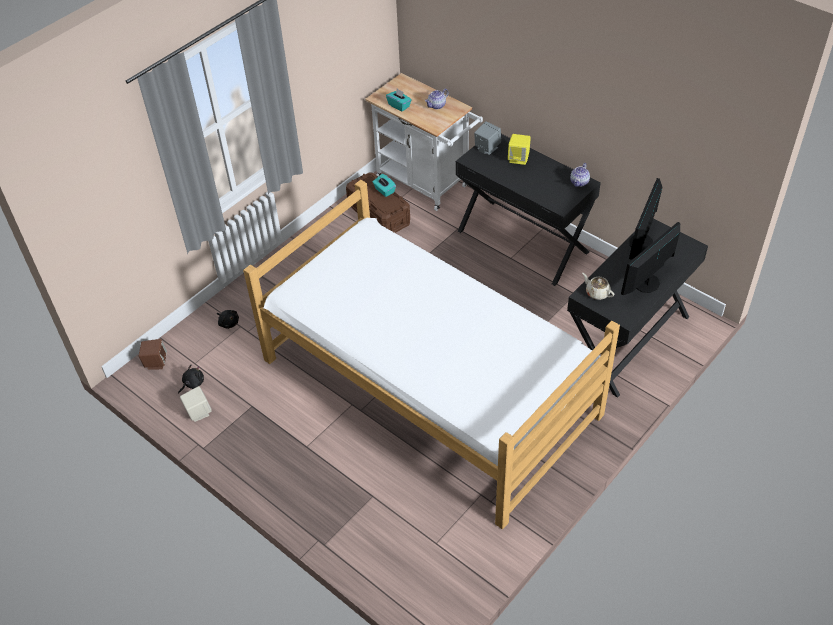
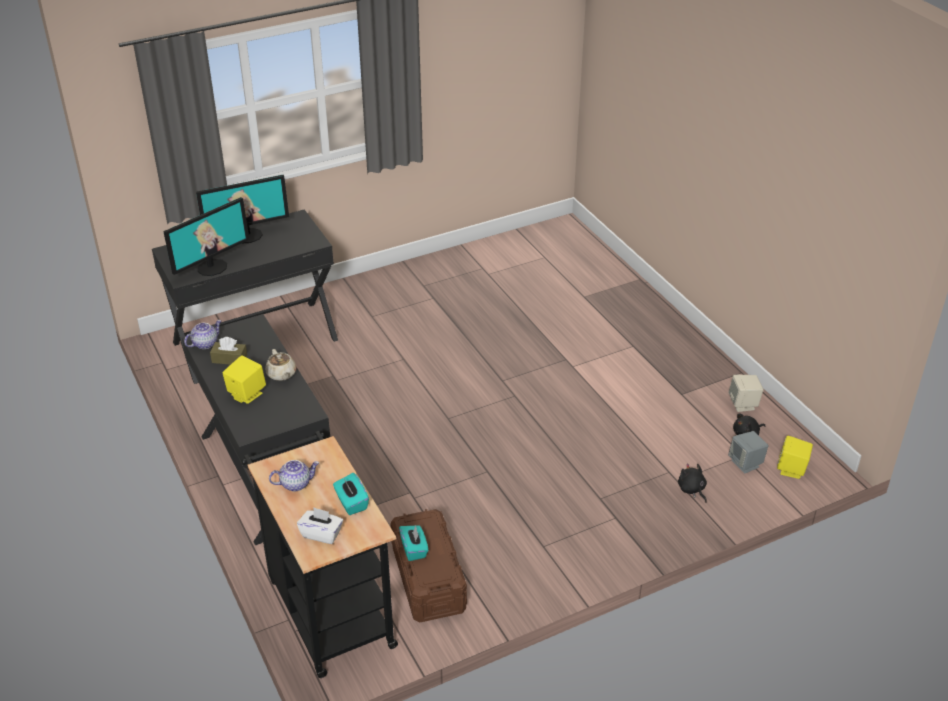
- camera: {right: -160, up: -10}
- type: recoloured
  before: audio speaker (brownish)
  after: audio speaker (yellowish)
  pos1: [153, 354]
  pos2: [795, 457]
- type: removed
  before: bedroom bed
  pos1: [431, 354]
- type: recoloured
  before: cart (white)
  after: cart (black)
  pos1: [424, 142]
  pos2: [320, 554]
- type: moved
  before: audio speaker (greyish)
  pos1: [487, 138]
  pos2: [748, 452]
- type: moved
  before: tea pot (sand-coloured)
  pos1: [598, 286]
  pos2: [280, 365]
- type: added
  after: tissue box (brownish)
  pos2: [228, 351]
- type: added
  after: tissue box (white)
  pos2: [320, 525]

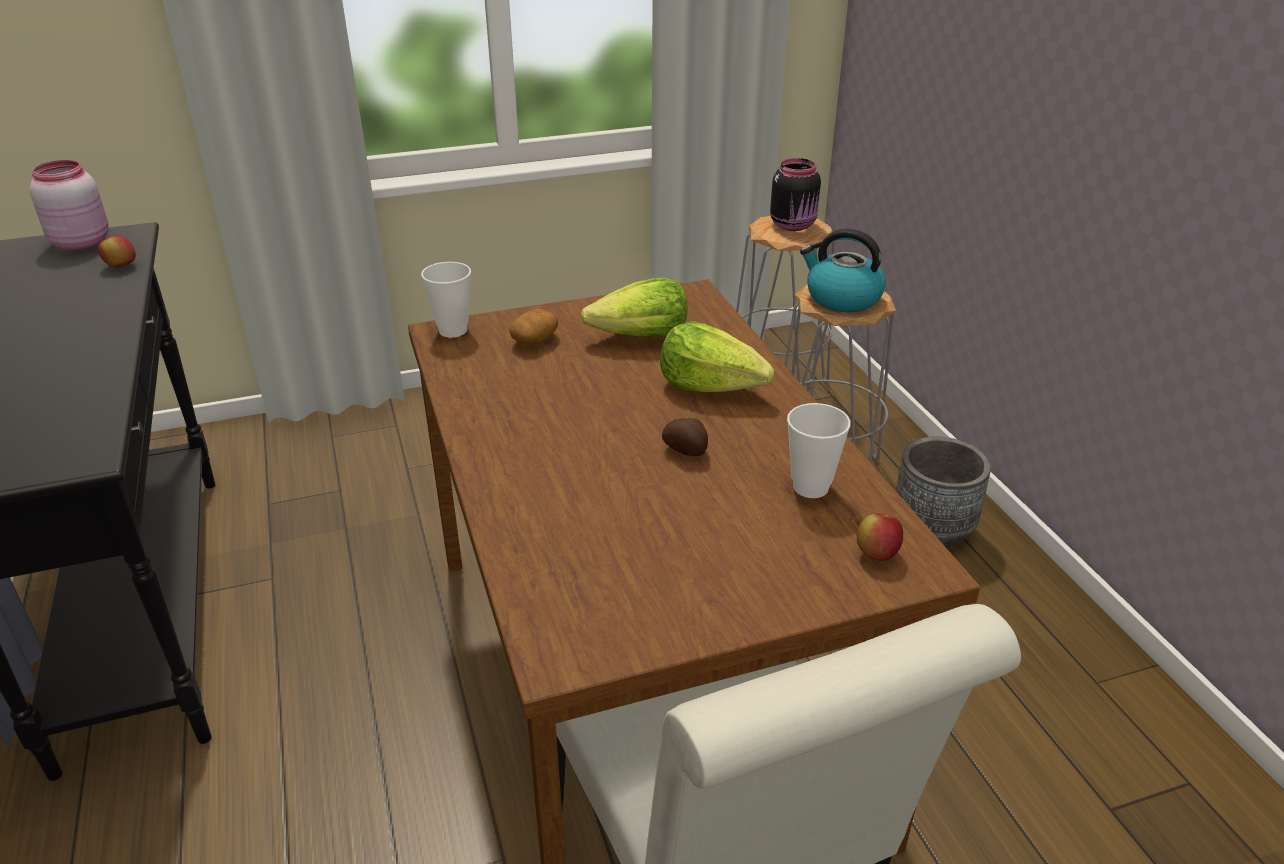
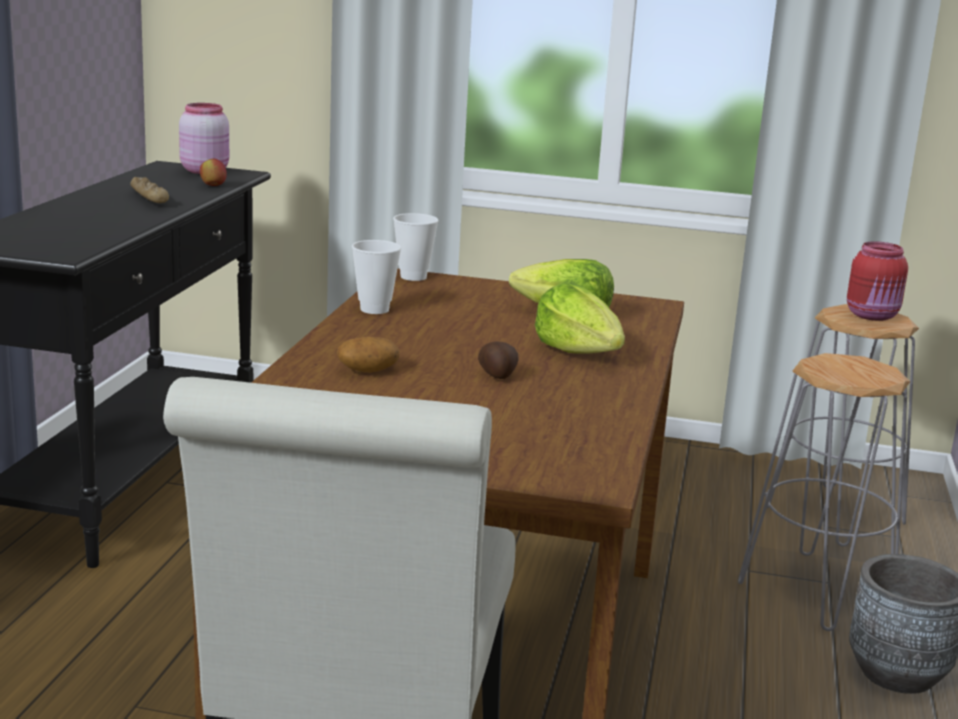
- camera: {right: 30, up: -15}
- type: moved
  before: spud
  pos1: [533, 326]
  pos2: [368, 355]
- type: recoloured
  before: jar (black)
  after: jar (reddish)
  pos1: [795, 194]
  pos2: [877, 281]
- type: moved
  before: cup
  pos1: [819, 450]
  pos2: [376, 277]
- type: removed
  before: tea kettle
  pos1: [843, 270]
- type: removed
  before: apple fruit
  pos1: [880, 537]
- type: added
  after: bread
  pos2: [149, 190]

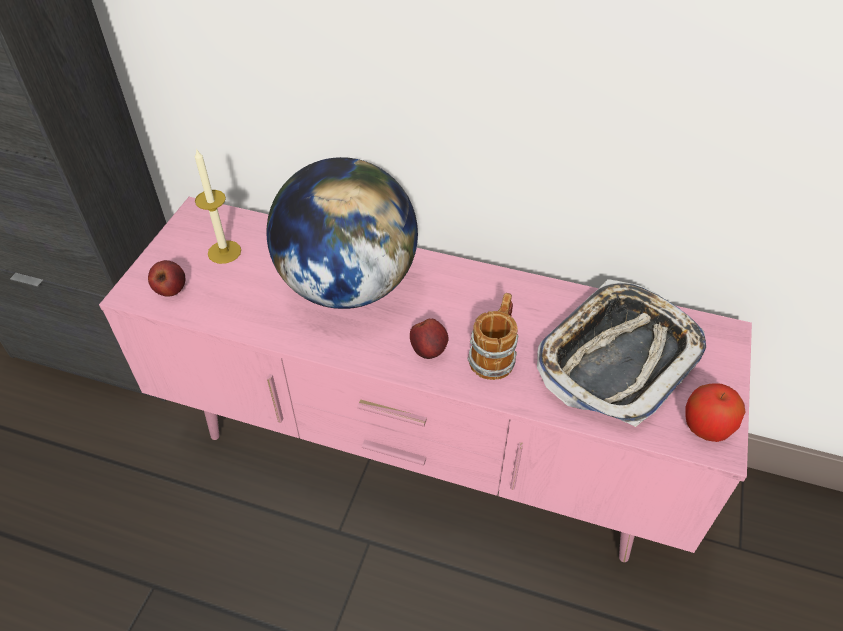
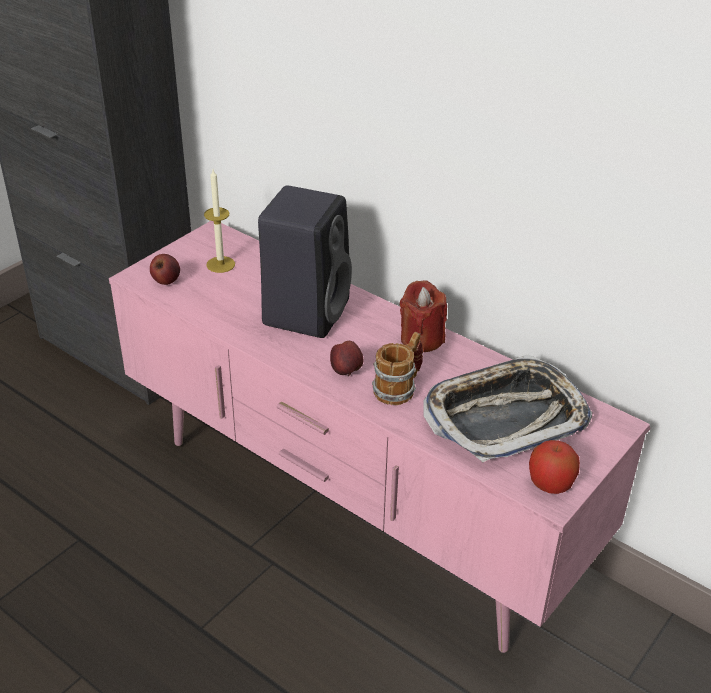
- camera: {right: 20, up: -10}
- type: replaced
  before: world globe
  after: audio speaker (black)
  pos1: [342, 233]
  pos2: [305, 261]
- type: added
  after: candle (reddish)
  pos2: [423, 316]

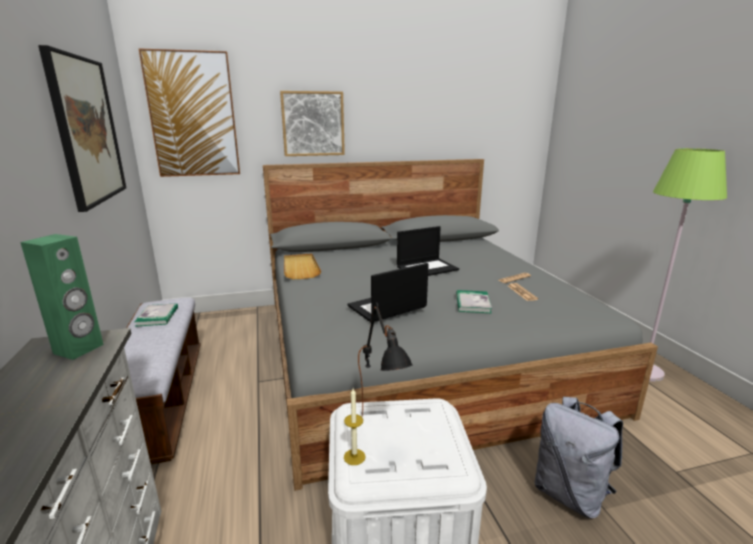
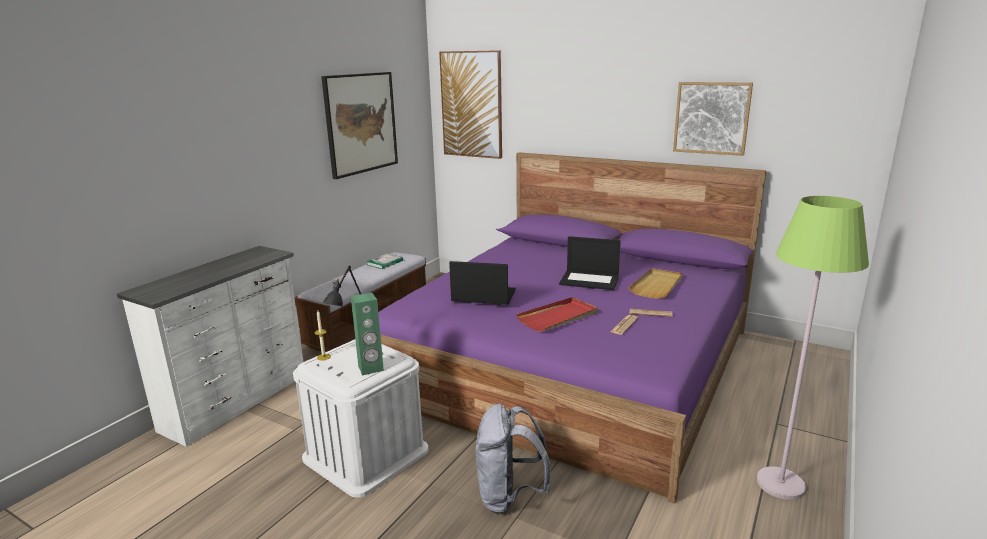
- camera: {right: 45, up: 0}
- type: moved
  before: audio speaker (greenish)
  pos1: [62, 297]
  pos2: [367, 334]
- type: recoloured
  before: bedroom bed (greyish)
  after: bedroom bed (purple-coloured)
  pos1: [460, 325]
  pos2: [572, 328]
- type: moved
  before: wall art
  pos1: [312, 123]
  pos2: [713, 119]
- type: moved
  before: serving tray (sand-coloured)
  pos1: [302, 266]
  pos2: [655, 283]
- type: replaced
  before: volume
  after: serving tray (reddish)
  pos1: [474, 301]
  pos2: [557, 314]

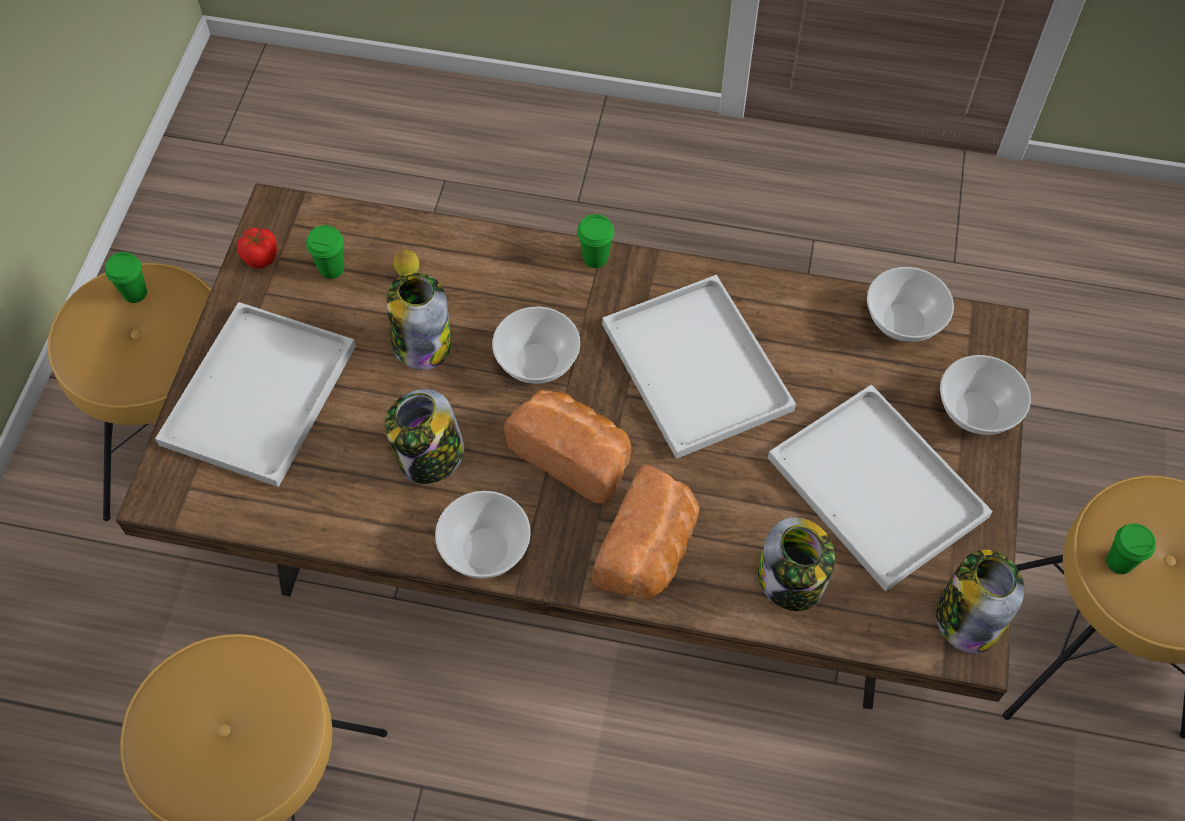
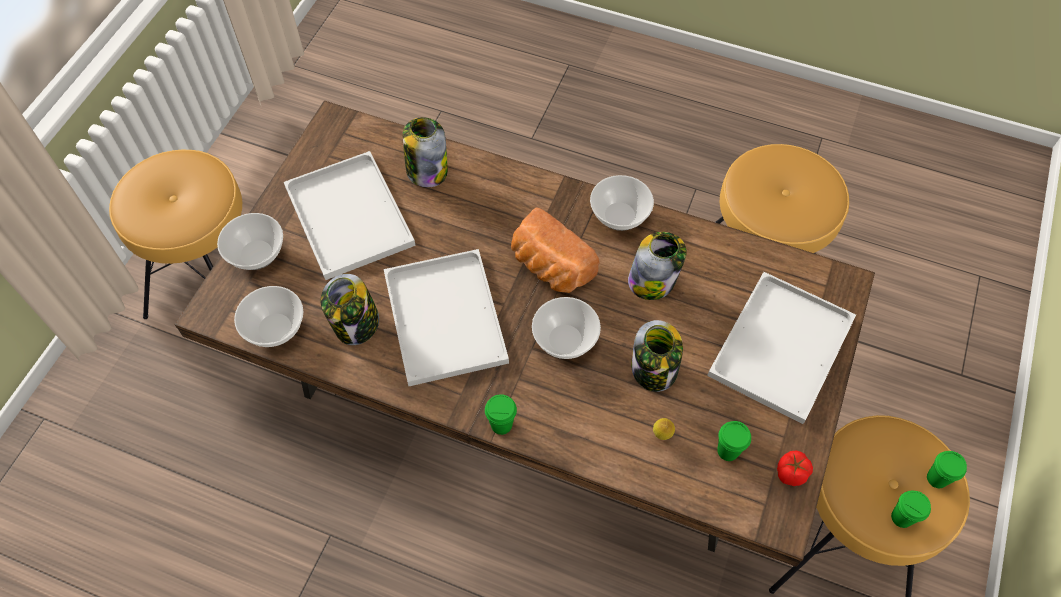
- camera: {right: -170, up: 0}
- type: removed
  before: bread
  pos1: [645, 531]
- type: moved
  before: jar
  pos1: [980, 602]
  pos2: [349, 309]
- type: moved
  before: cup (greenish)
  pos1: [1131, 548]
  pos2: [947, 469]

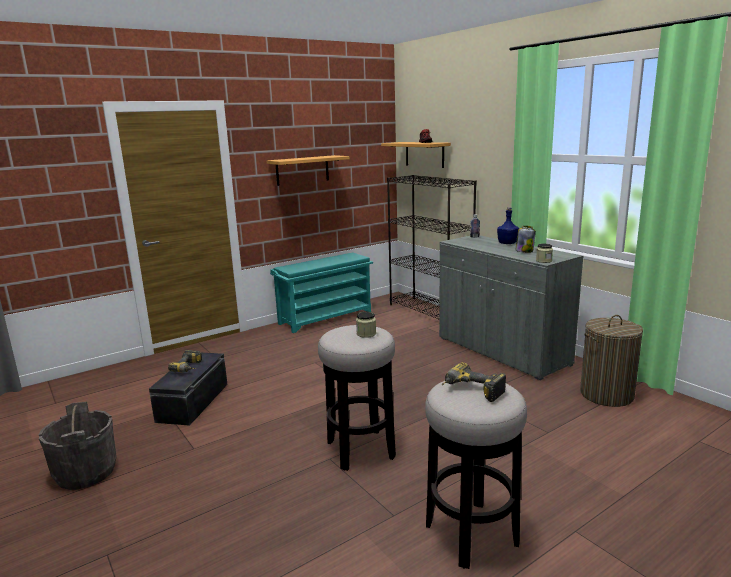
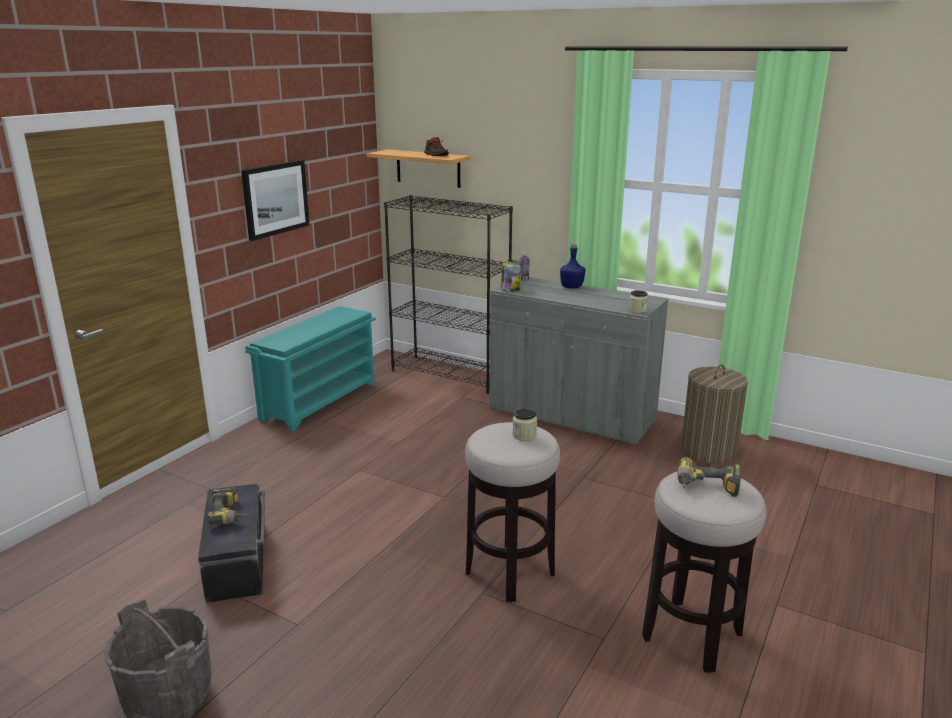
- camera: {right: -25, up: 5}
- type: replaced
  before: shelf
  after: wall art
  pos1: [308, 170]
  pos2: [275, 200]
- type: moved
  before: jar
  pos1: [525, 239]
  pos2: [511, 275]

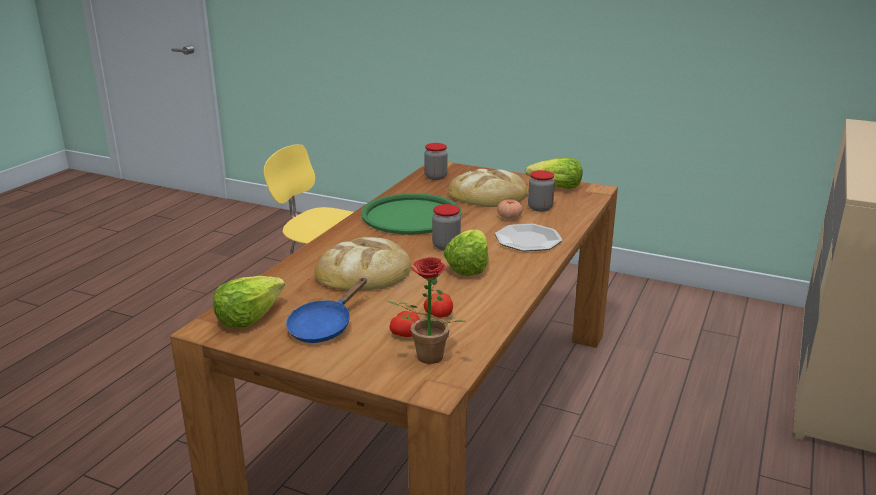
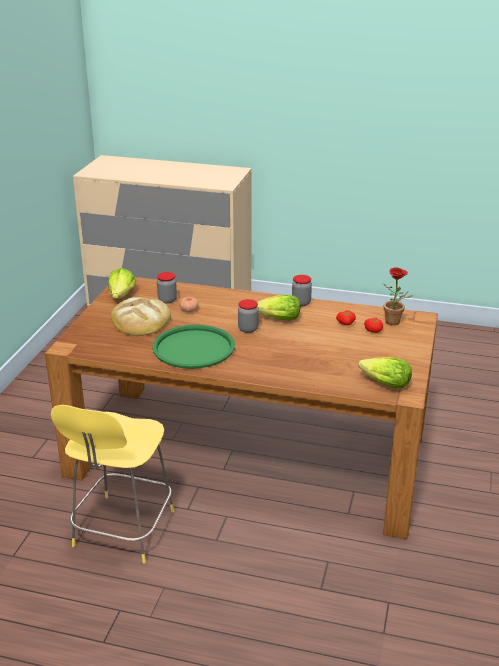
- camera: {right: -100, up: 5}
- type: removed
  before: pan (blue)
  pos1: [326, 310]
- type: removed
  before: bread
  pos1: [362, 263]
- type: moved
  before: jar
  pos1: [436, 161]
  pos2: [302, 291]
- type: removed
  before: dinner plate
  pos1: [529, 237]

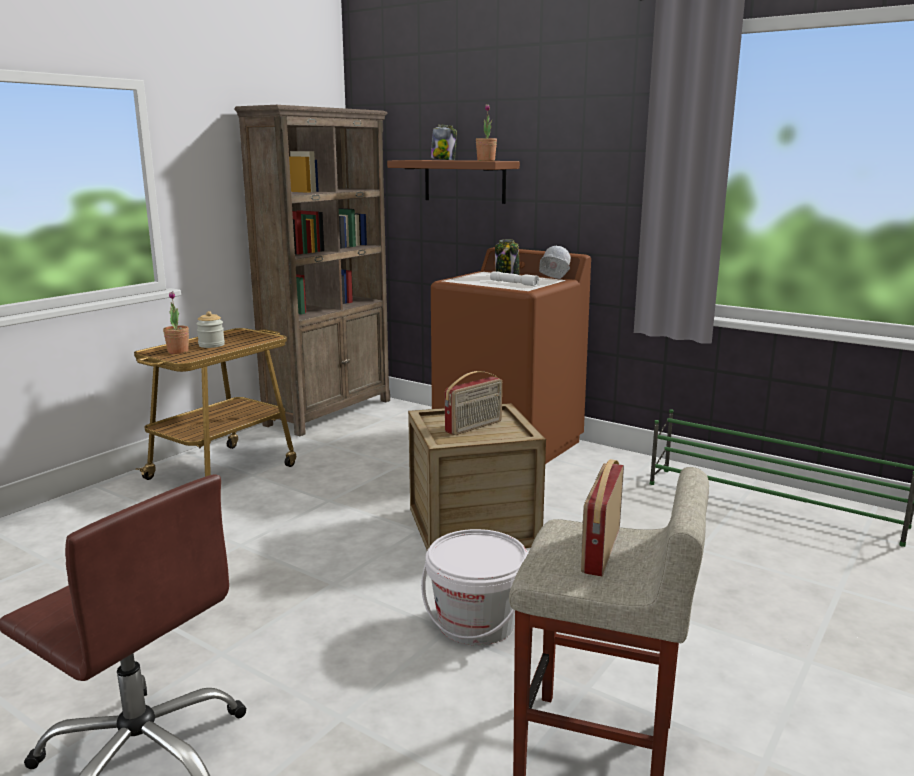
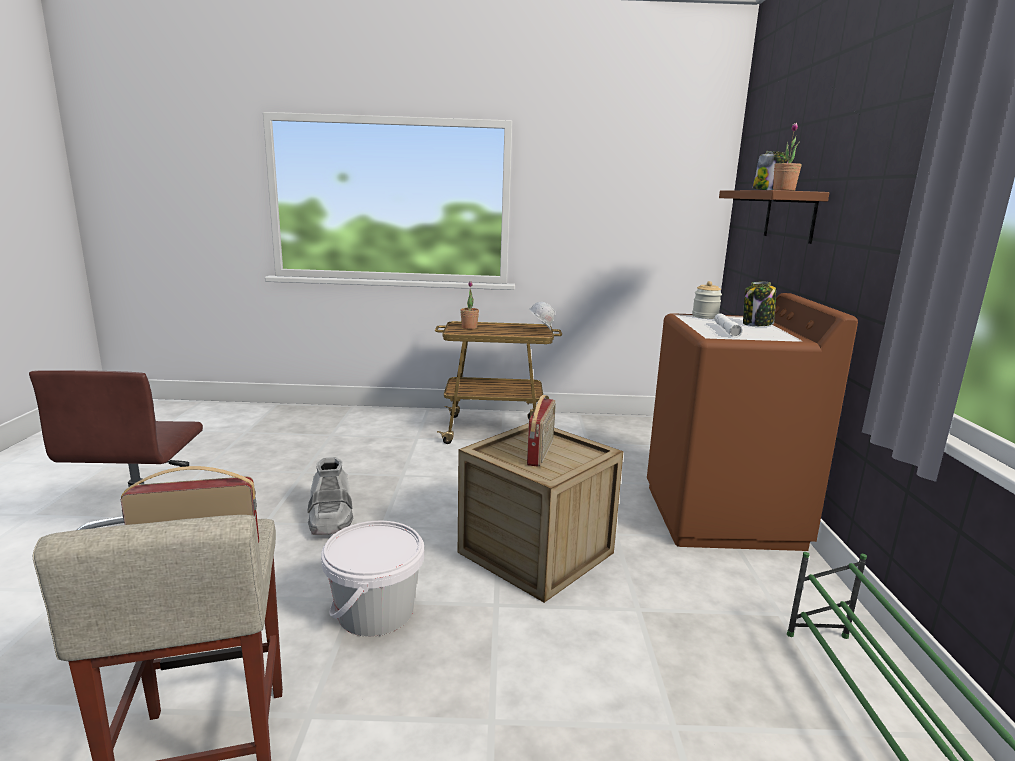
- camera: {right: 55, up: 0}
- type: moved
  before: jar
  pos1: [210, 329]
  pos2: [707, 300]
- type: removed
  before: shelving unit (brownish)
  pos1: [312, 270]
- type: turned
  before: radio
  pos1: [473, 403]
  pos2: [541, 431]
  turn: -90
- type: moved
  before: work helmet (white)
  pos1: [555, 262]
  pos2: [542, 316]
- type: added
  after: tall boot (greyish)
  pos2: [330, 496]

